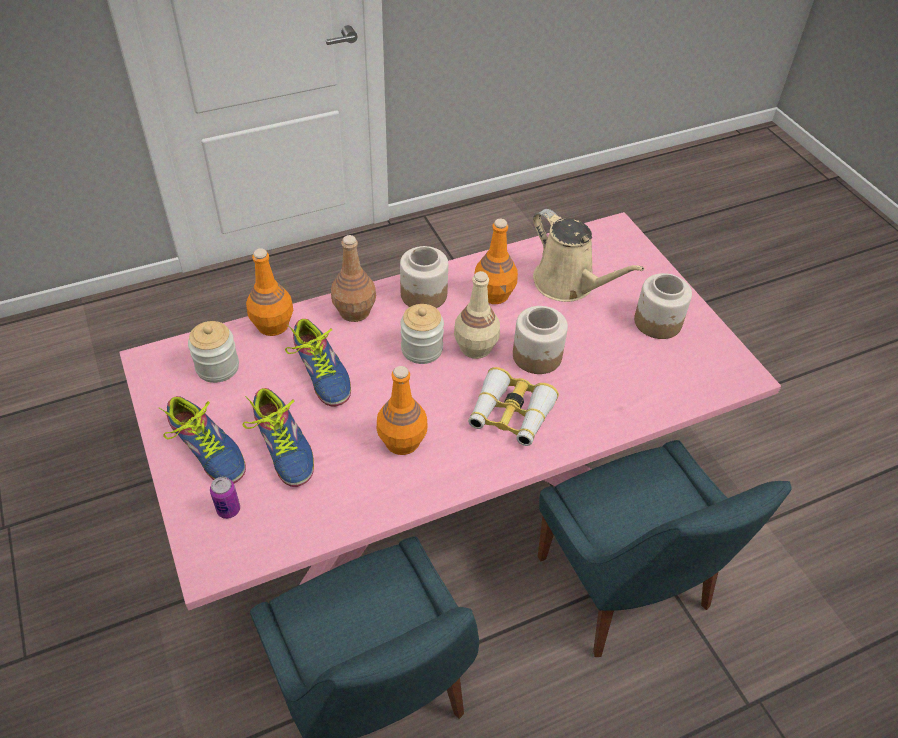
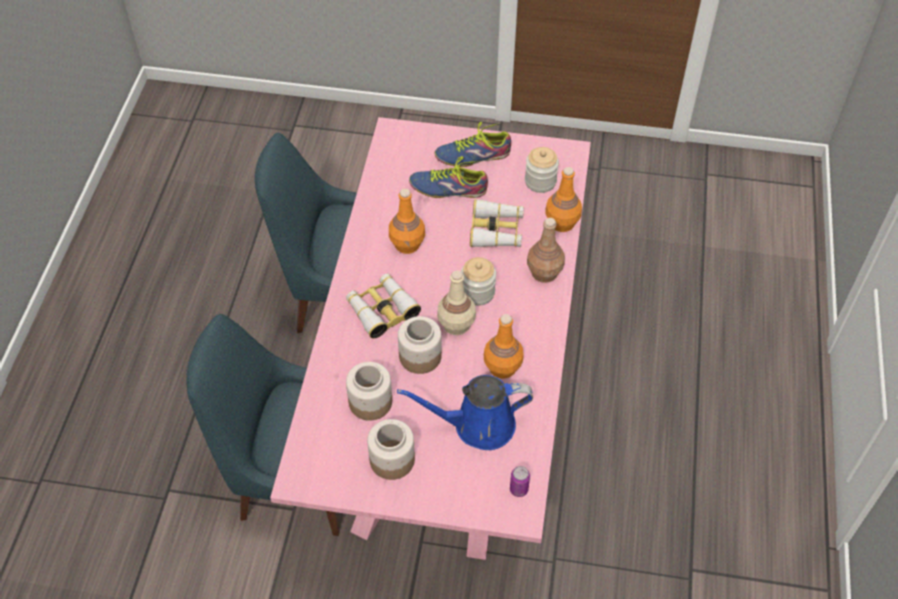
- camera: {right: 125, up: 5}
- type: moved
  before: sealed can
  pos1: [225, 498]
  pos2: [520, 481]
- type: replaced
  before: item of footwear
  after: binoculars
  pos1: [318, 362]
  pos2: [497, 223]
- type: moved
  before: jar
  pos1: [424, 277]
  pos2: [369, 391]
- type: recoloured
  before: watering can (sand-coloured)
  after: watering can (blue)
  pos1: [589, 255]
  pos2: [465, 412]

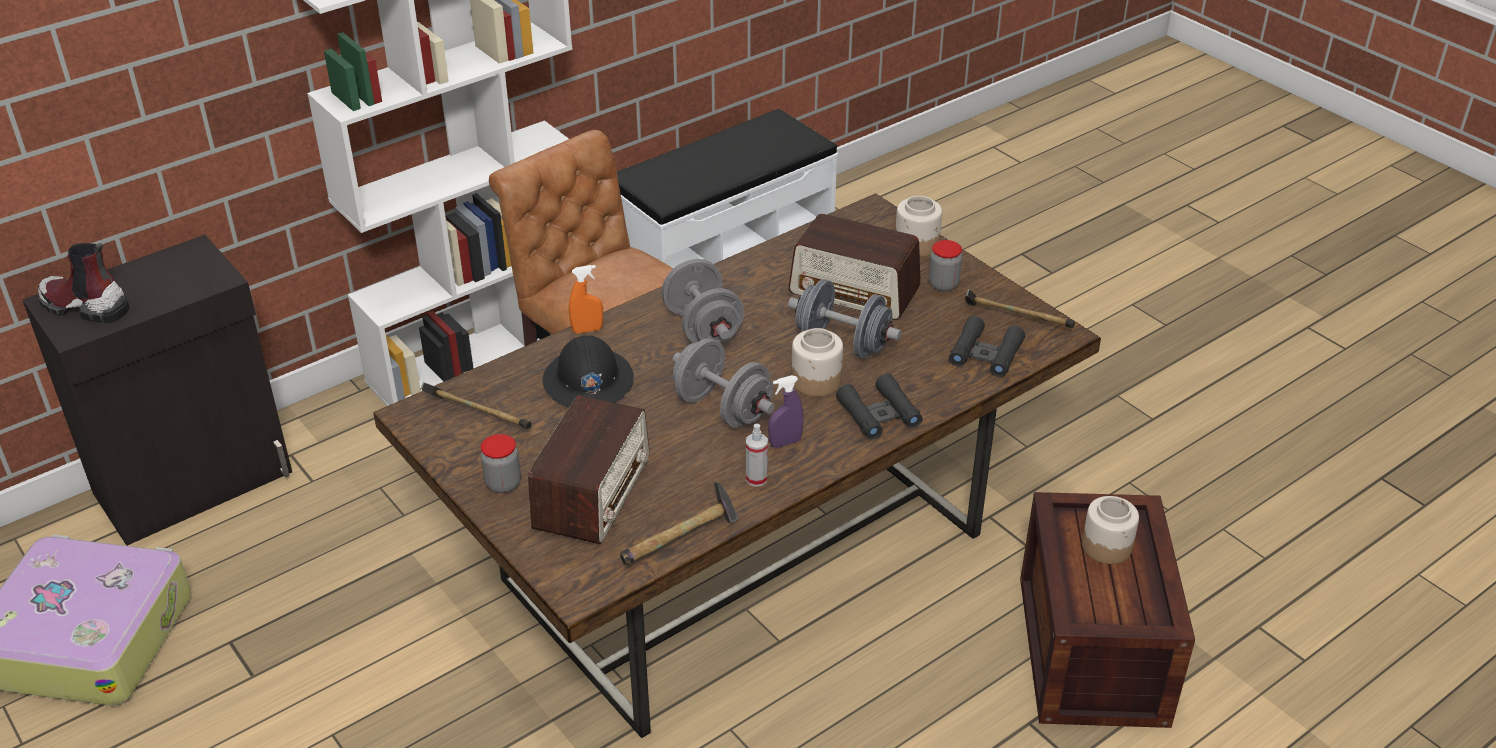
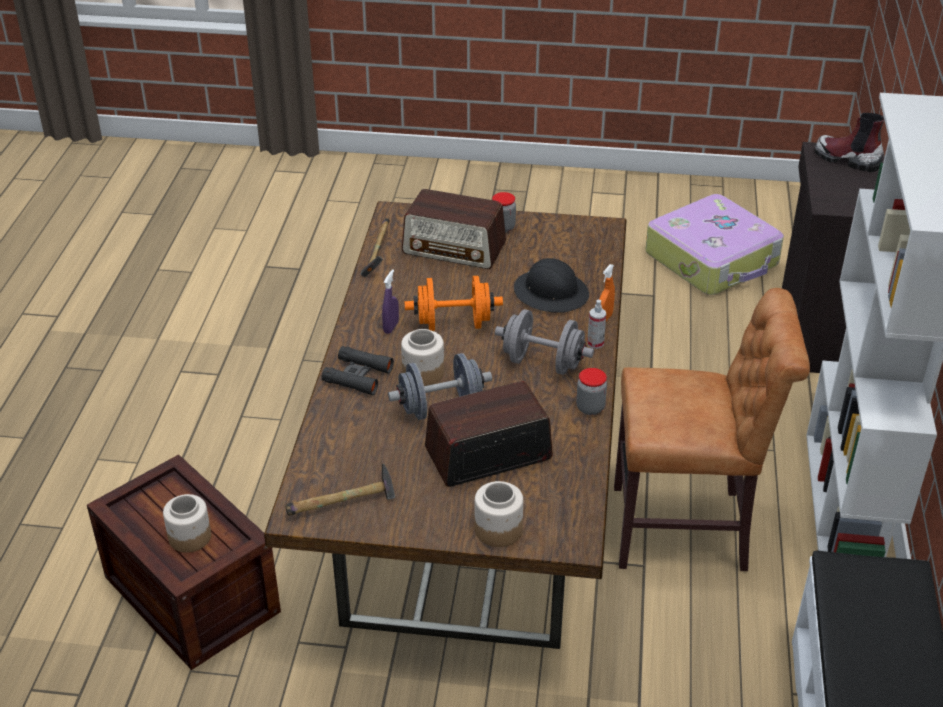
- camera: {right: 135, up: 0}
- type: turned
  before: tall boot
  pos1: [83, 283]
  pos2: [849, 142]
  turn: -120
- type: removed
  before: hand hammer
  pos1: [476, 405]
- type: turned
  before: radio
  pos1: [589, 469]
  pos2: [454, 229]
  turn: -45
- type: recoloured
  before: dumbbell (greyish)
  after: dumbbell (orangey)
  pos1: [723, 382]
  pos2: [454, 303]
- type: moved
  before: sprayer
  pos1: [757, 455]
  pos2: [596, 324]
- type: moved
  before: jar
  pos1: [945, 266]
  pos2: [591, 391]
- type: removed
  before: binoculars (black)
  pos1: [987, 346]

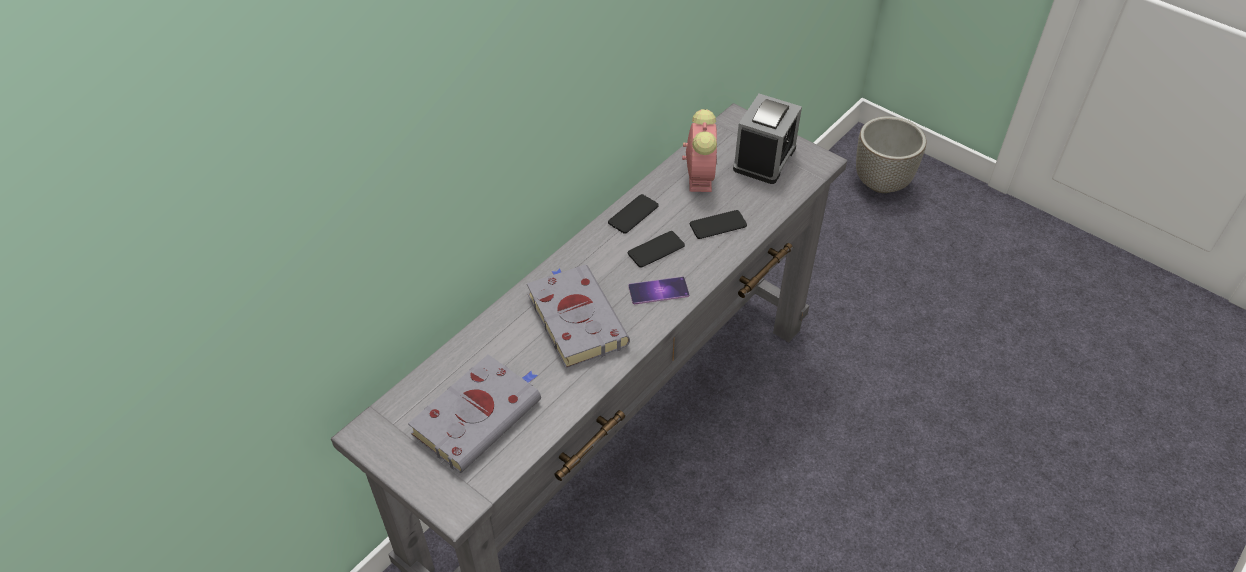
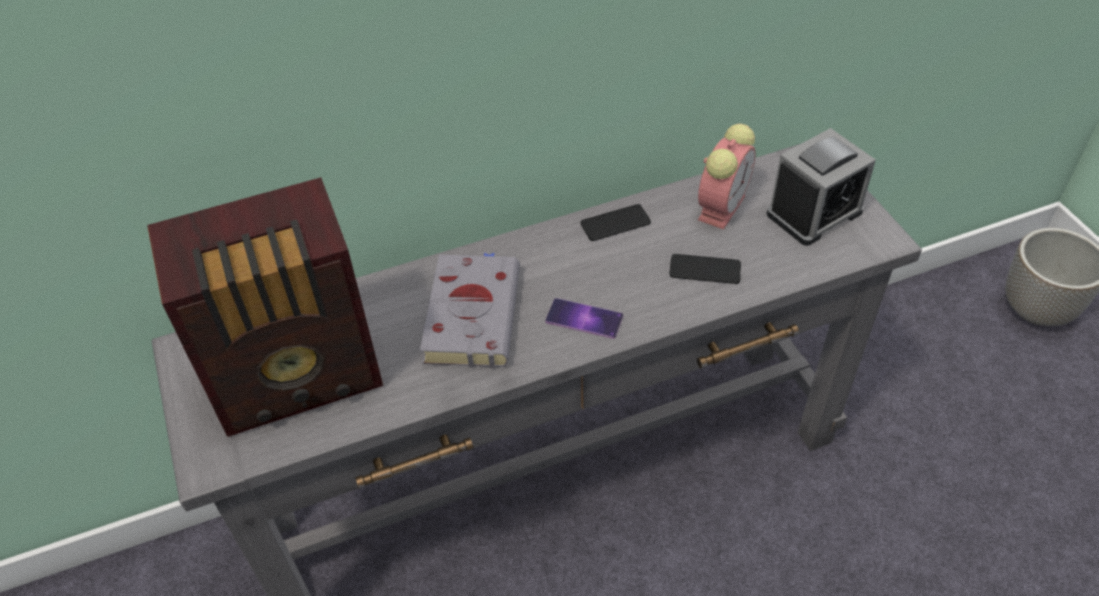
- camera: {right: 30, up: 0}
- type: replaced
  before: volume (greyish)
  after: radio
  pos1: [474, 413]
  pos2: [265, 307]
- type: removed
  before: phone
  pos1: [656, 249]

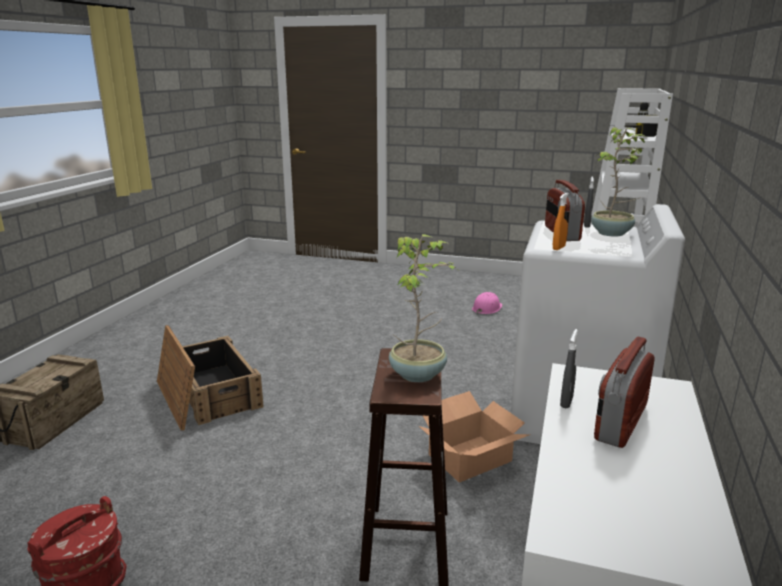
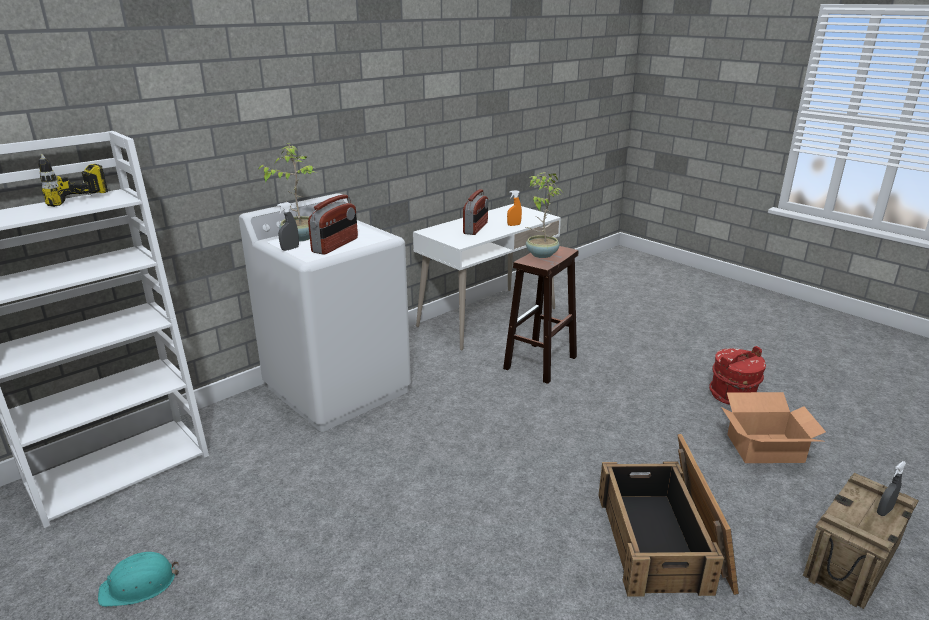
- camera: {right: -150, up: 5}
- type: moved
  before: carton
  pos1: [474, 437]
  pos2: [773, 427]
- type: recoloured
  before: work helmet (pink)
  after: work helmet (turquoise-coloured)
  pos1: [487, 303]
  pos2: [138, 579]
- type: moved
  before: sprayer (orangey)
  pos1: [561, 221]
  pos2: [514, 208]
- type: moved
  before: sprayer (greyish)
  pos1: [569, 369]
  pos2: [891, 488]
- type: turned
  before: radio
  pos1: [624, 392]
  pos2: [475, 212]
  turn: -45

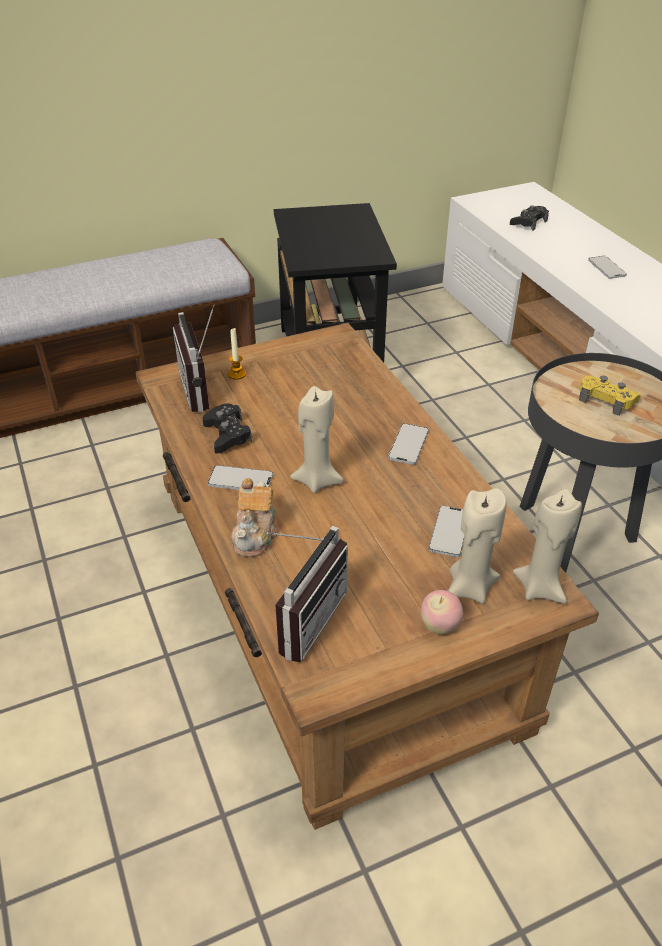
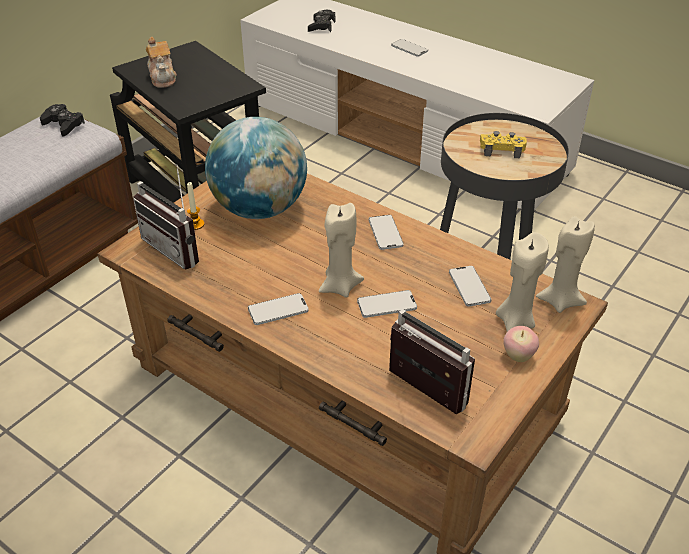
- camera: {right: -30, up: 0}
- type: moved
  before: gamepad (black)
  pos1: [227, 429]
  pos2: [62, 120]
- type: moved
  before: tea pot
  pos1: [255, 517]
  pos2: [161, 62]
- type: turned
  before: radio
  pos1: [307, 594]
  pos2: [432, 361]
  turn: -45
- type: added
  after: world globe
  pos2: [256, 168]
- type: added
  after: phone
  pos2: [387, 304]

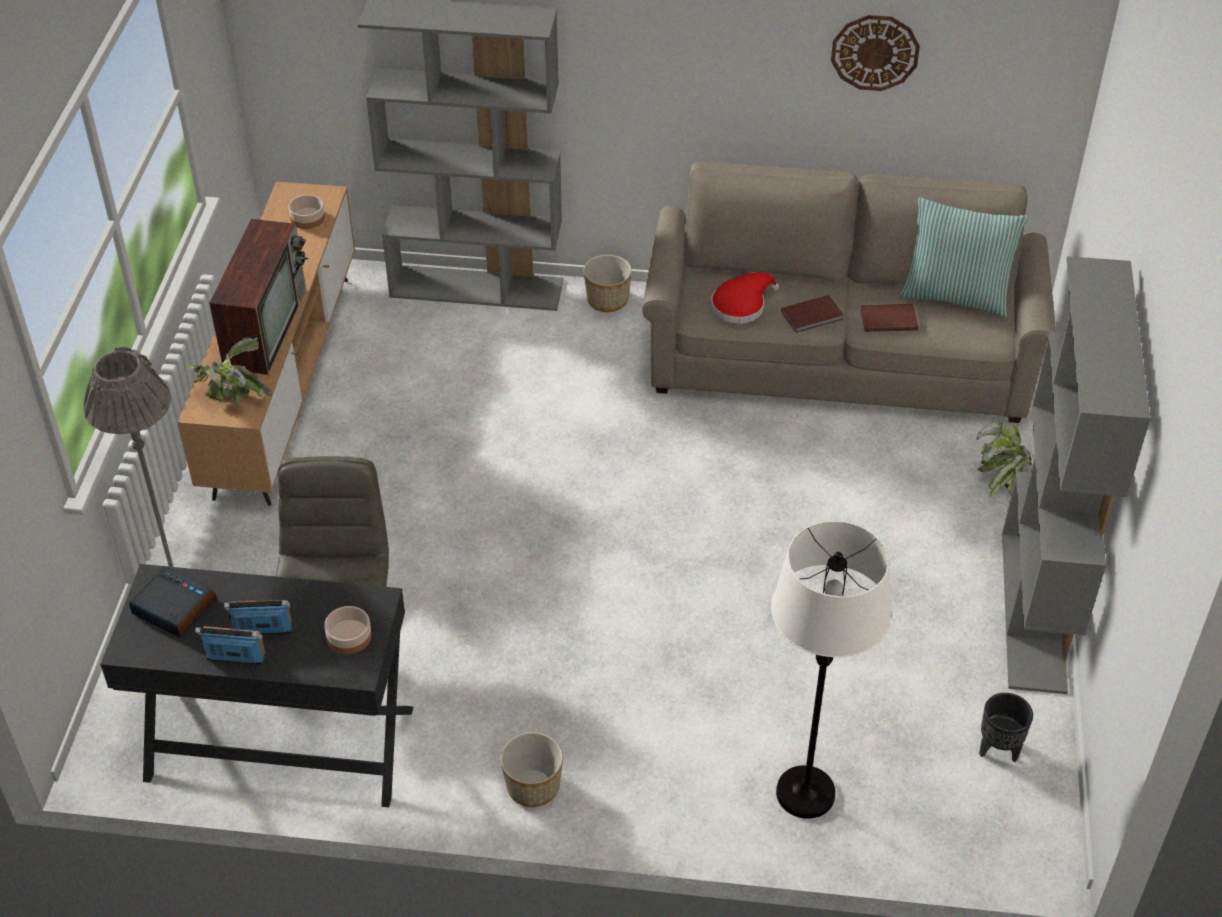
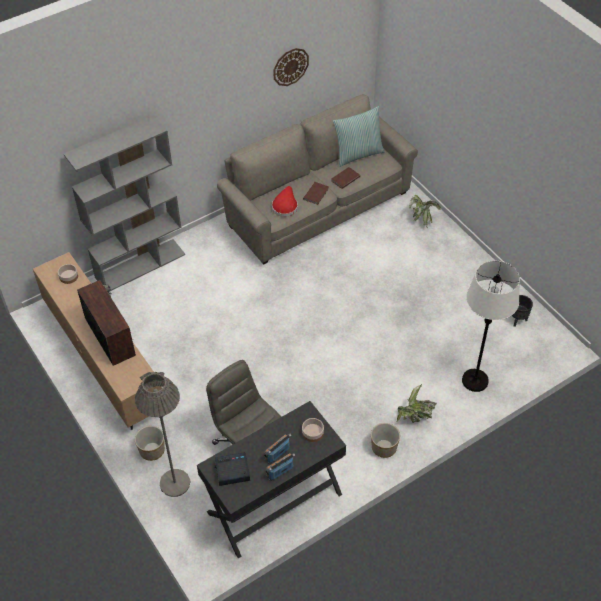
- camera: {right: -40, up: 5}
- type: moved
  before: plant in a pot
  pos1: [230, 370]
  pos2: [417, 403]
- type: moved
  before: plant pot
  pos1: [607, 283]
  pos2: [150, 443]
- type: removed
  before: shelving unit (greyish)
  pos1: [1076, 475]

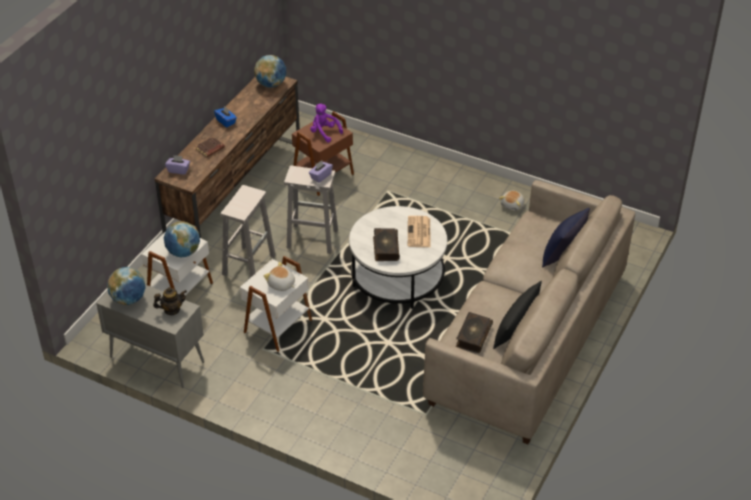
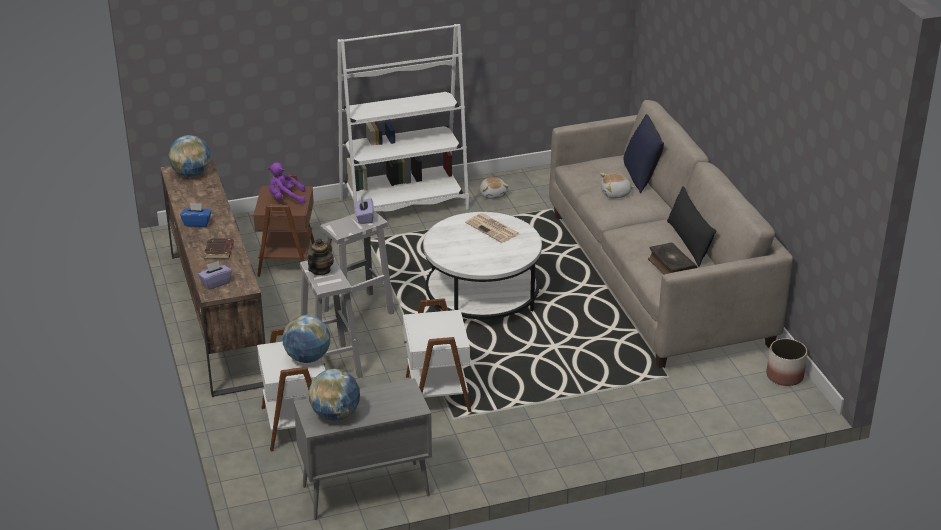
- camera: {right: -45, up: -10}
- type: moved
  before: tea pot
  pos1: [170, 301]
  pos2: [320, 256]
- type: moved
  before: soft toy
  pos1: [279, 276]
  pos2: [617, 186]
- type: removed
  before: volume
  pos1: [386, 244]
- type: added
  after: shelving unit (white)
  pos2: [403, 118]
- type: added
  after: plant pot
  pos2: [786, 362]

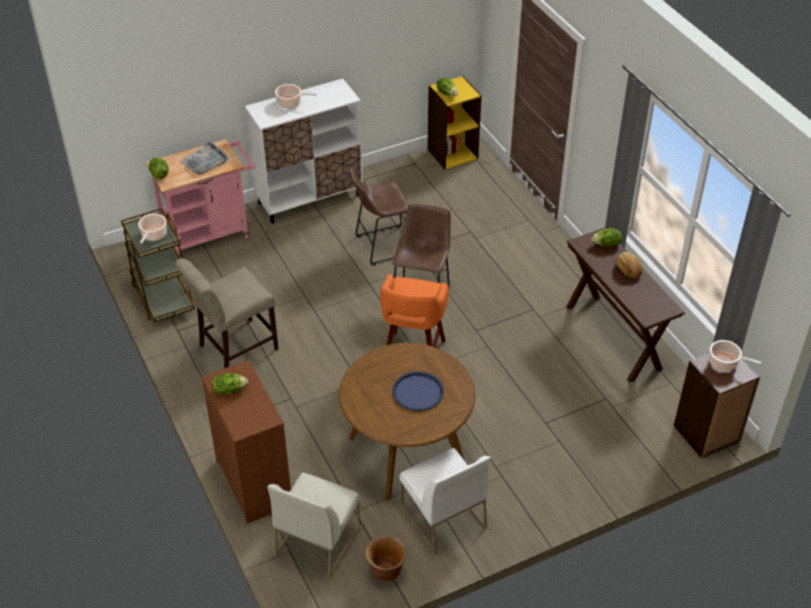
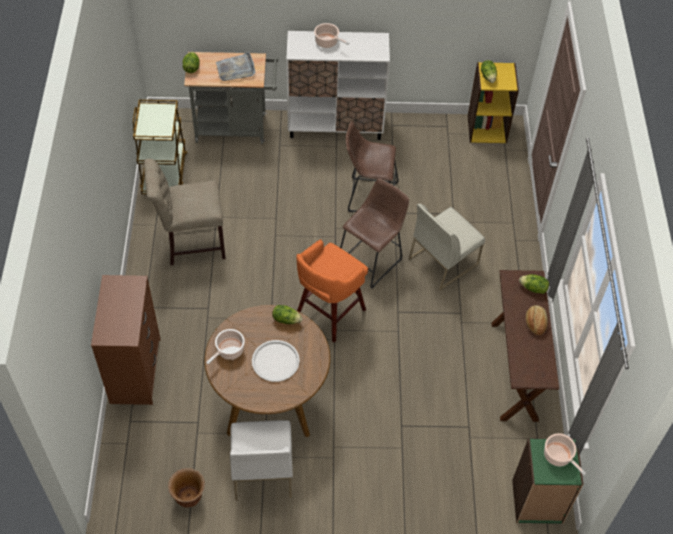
- camera: {right: 25, up: 10}
- type: moved
  before: saucepot
  pos1: [152, 229]
  pos2: [225, 346]
- type: recoloured
  before: cart (pink)
  after: cart (greyish)
  pos1: [201, 198]
  pos2: [231, 98]
- type: moved
  before: lettuce
  pos1: [230, 384]
  pos2: [287, 314]
- type: moved
  before: plain chair (white)
  pos1: [313, 525]
  pos2: [446, 247]
- type: recoloured
  before: serving tray (blue)
  after: serving tray (white)
  pos1: [418, 391]
  pos2: [276, 361]
- type: recoloured
  before: shelving unit (brownish)
  after: shelving unit (greenish)
  pos1: [717, 406]
  pos2: [548, 481]

